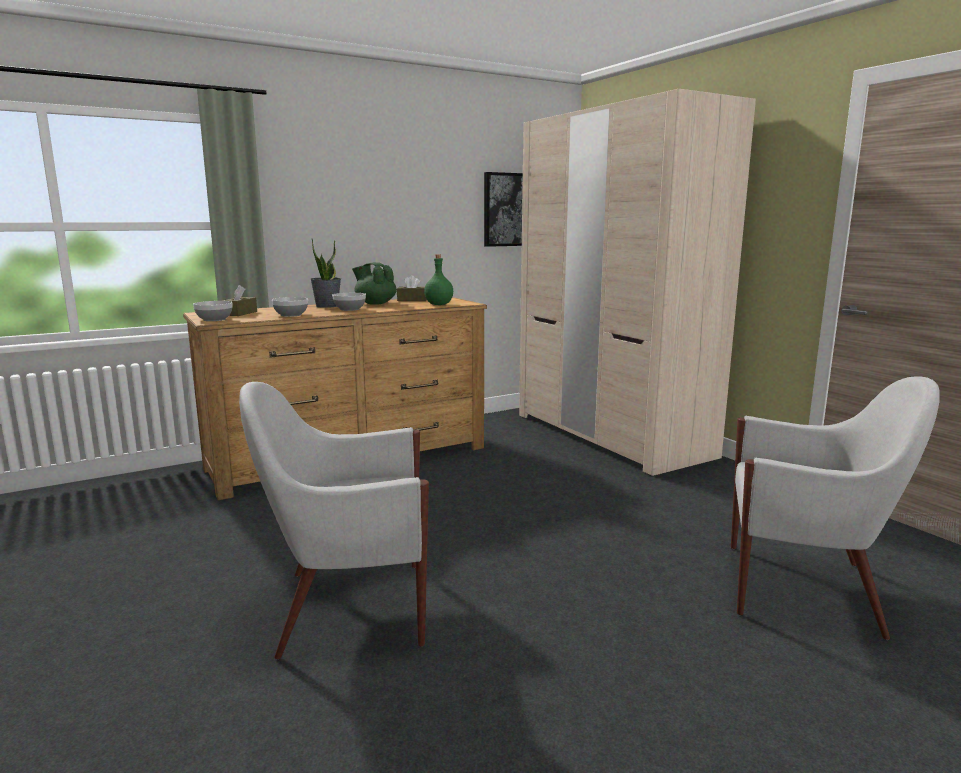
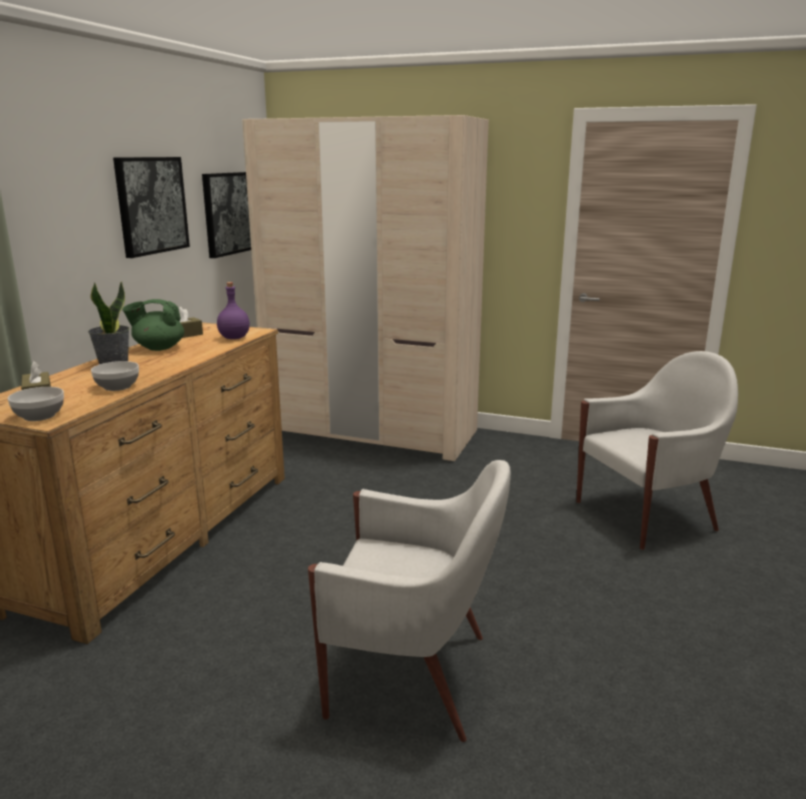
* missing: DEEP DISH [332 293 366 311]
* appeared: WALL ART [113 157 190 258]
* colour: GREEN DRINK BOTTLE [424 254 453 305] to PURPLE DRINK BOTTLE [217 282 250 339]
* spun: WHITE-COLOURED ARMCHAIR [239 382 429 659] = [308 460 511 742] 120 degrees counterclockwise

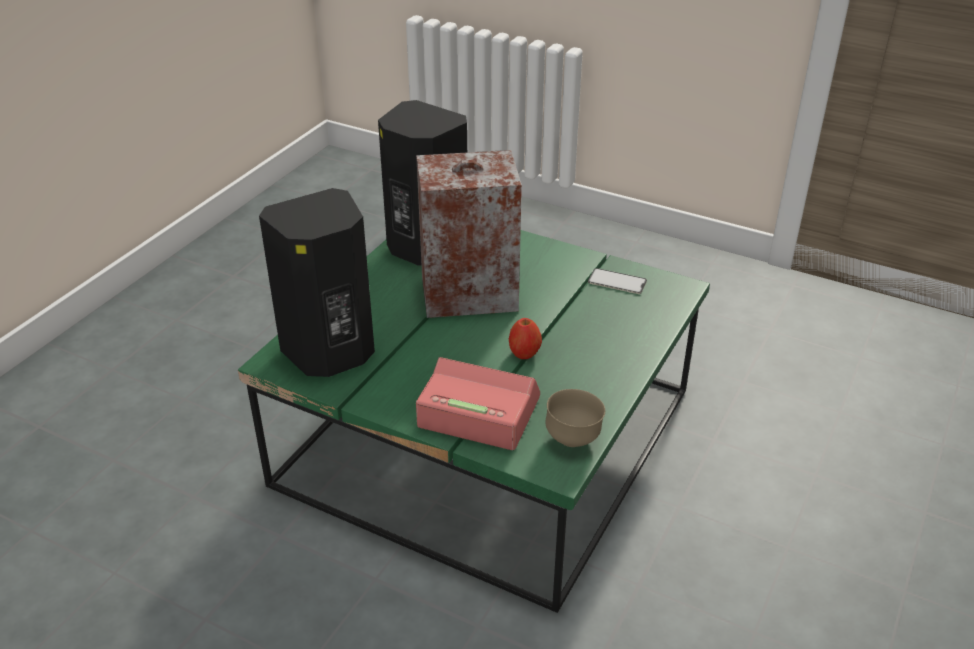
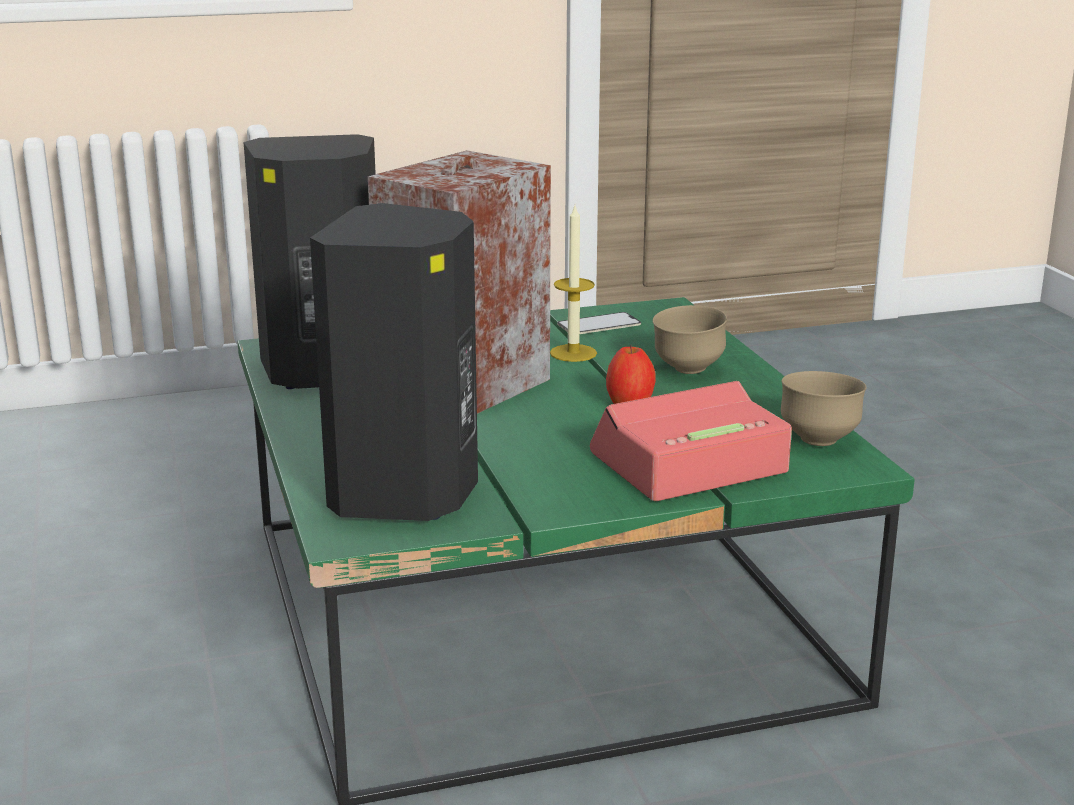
* appeared: CANDLE [550 206 597 362]
* appeared: BROWNISH DEEP DISH [653 305 727 374]

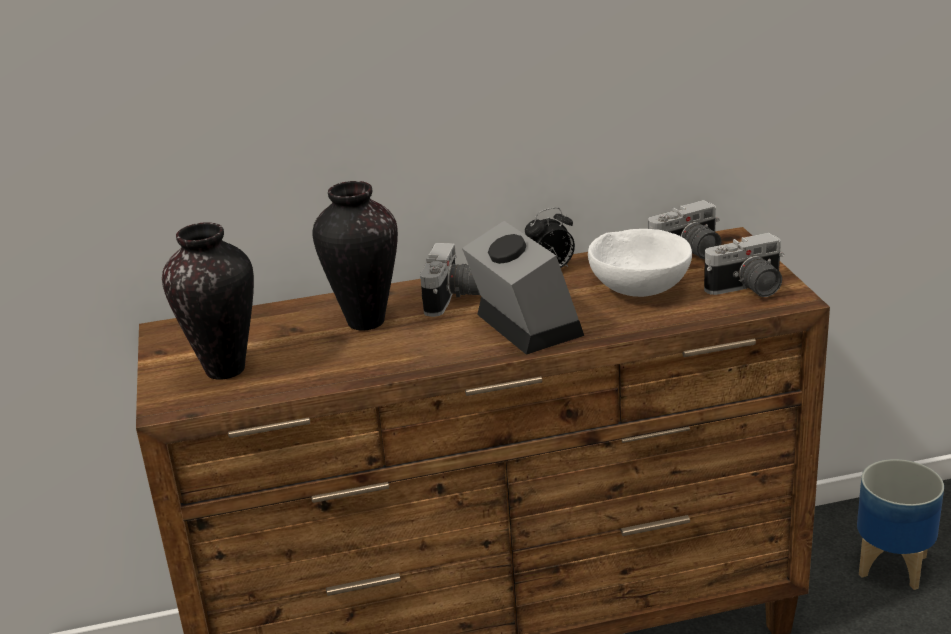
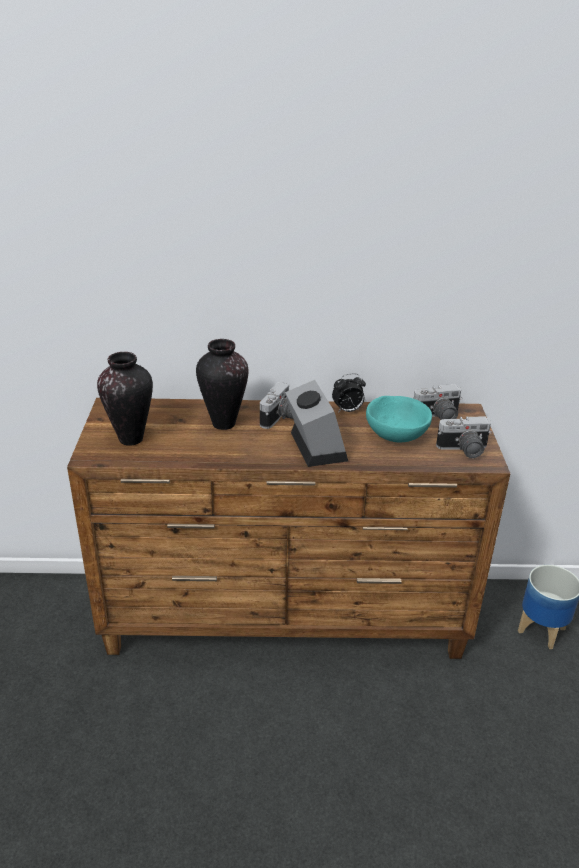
* colour: WHITE-COLOURED DEEP DISH [588 229 692 297] to TURQUOISE DEEP DISH [366 396 432 442]

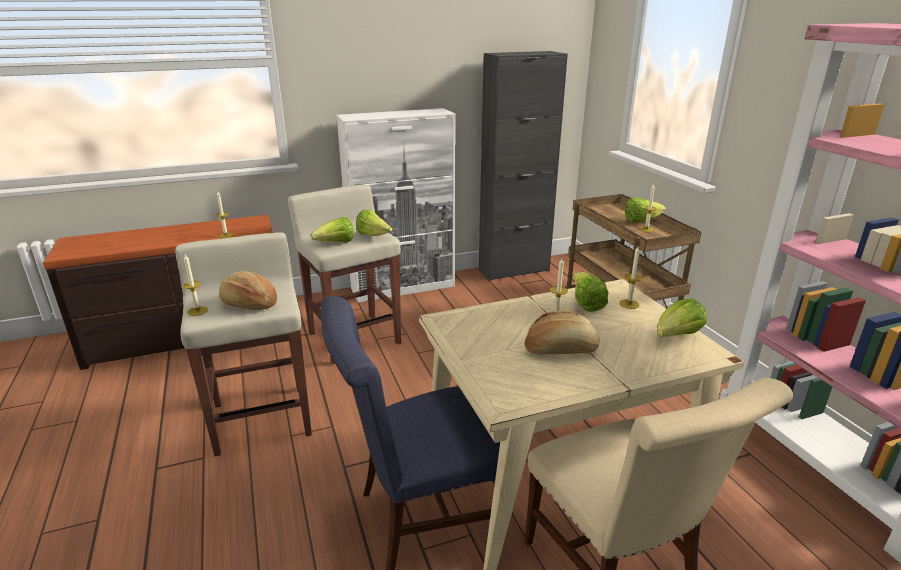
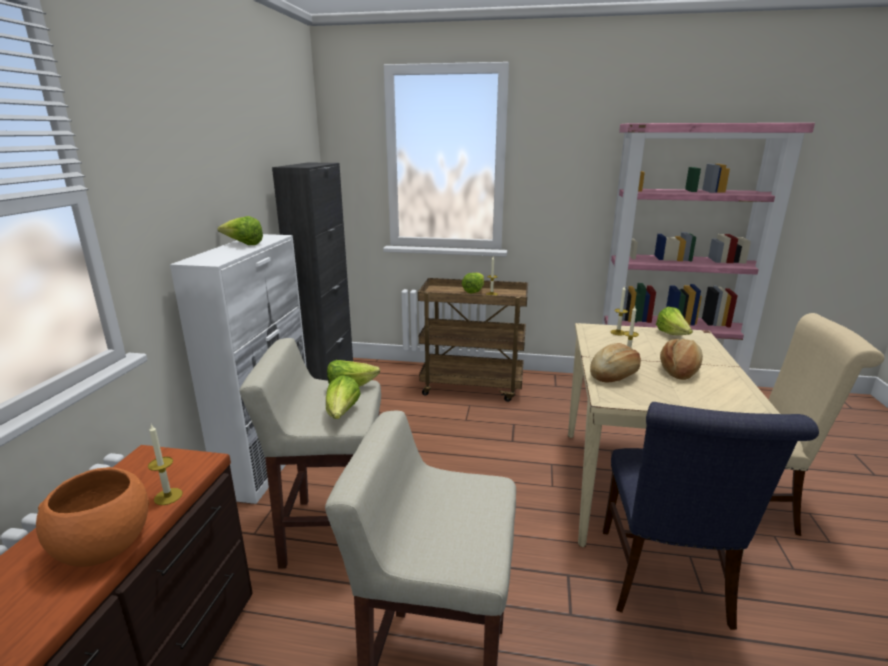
* missing: CANDLE [183 254 208 316]
* appeared: ORANGE DEEP DISH [36 467 149 567]
* relocated: BAKERY BREAD [219 271 277 310] to [590 343 641 383]
* relocated: LETTUCE [573 272 608 312] to [217 216 263 245]

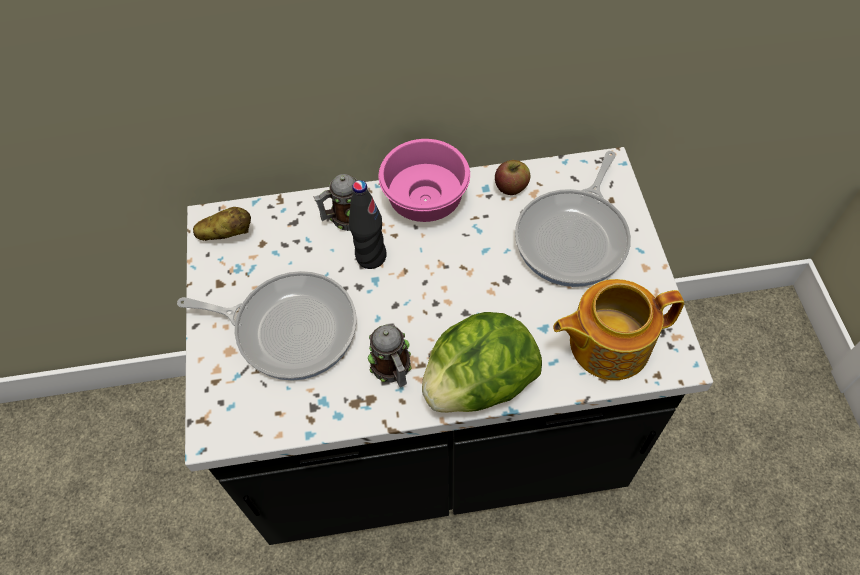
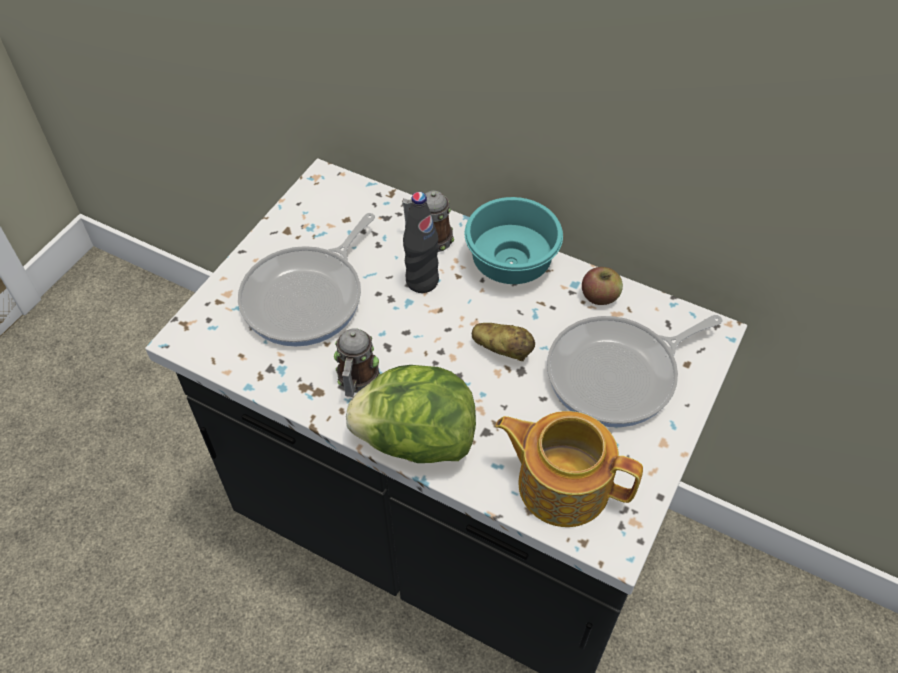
* relocated: WHOLE POTATO [193 207 251 241] to [472 323 535 361]
* colour: PINK DEEP DISH [379 139 470 222] to TURQUOISE DEEP DISH [465 197 563 284]
* spun: FRYING PAN [177 271 357 381] = [238 213 375 347] 75 degrees clockwise

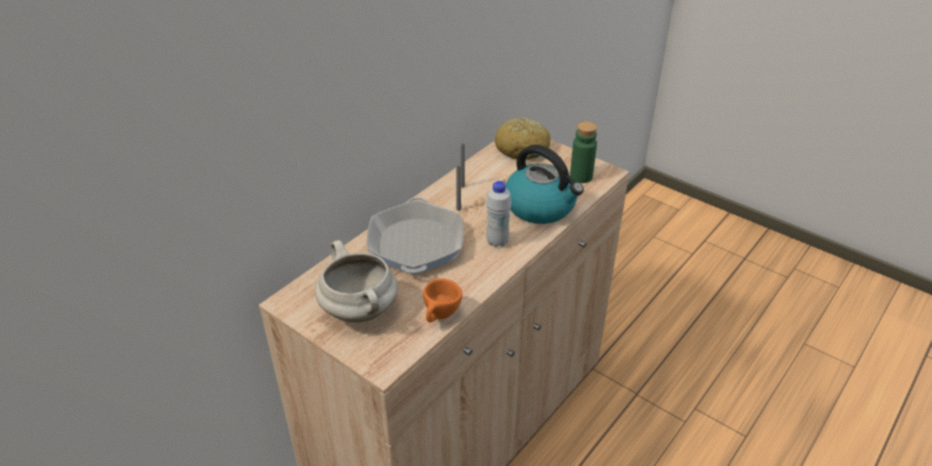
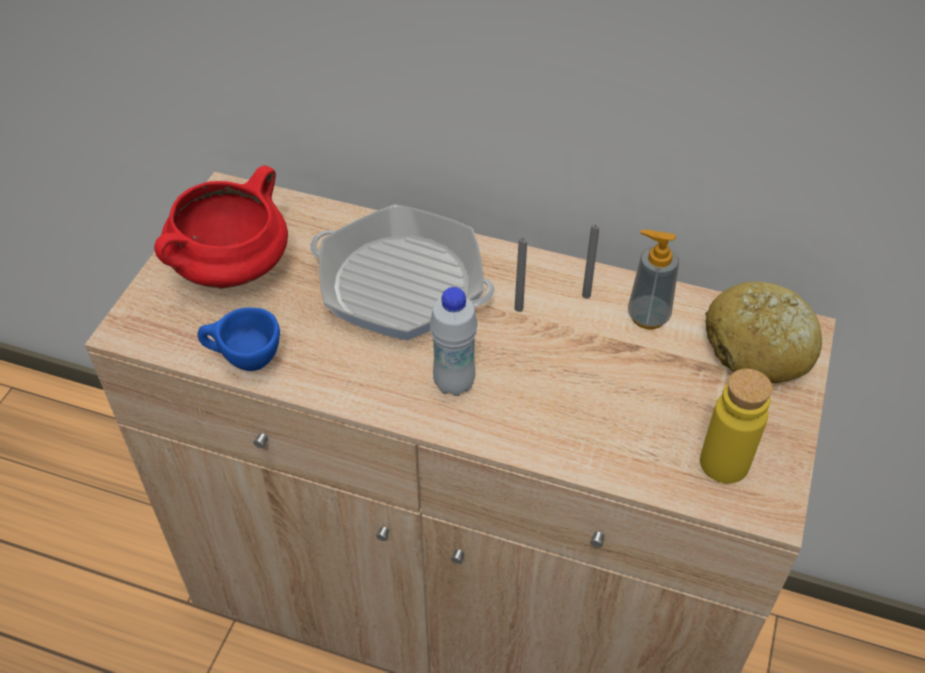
* missing: WATER KETTLE [505 145 584 224]
* appeared: SOAP BOTTLE [628 230 679 329]
* colour: WHITE-COLOURED SAUCEPOT [315 240 398 323] to RED SAUCEPOT [154 165 288 289]
* colour: ORANGE CUP [423 278 462 323] to BLUE-COLOURED CUP [198 307 280 371]
* colour: GREEN DRINK BOTTLE [570 121 597 183] to YELLOWISH DRINK BOTTLE [700 369 773 484]
* spun: FRYING PAN [367 197 463 275] = [310 204 495 341] 135 degrees counterclockwise

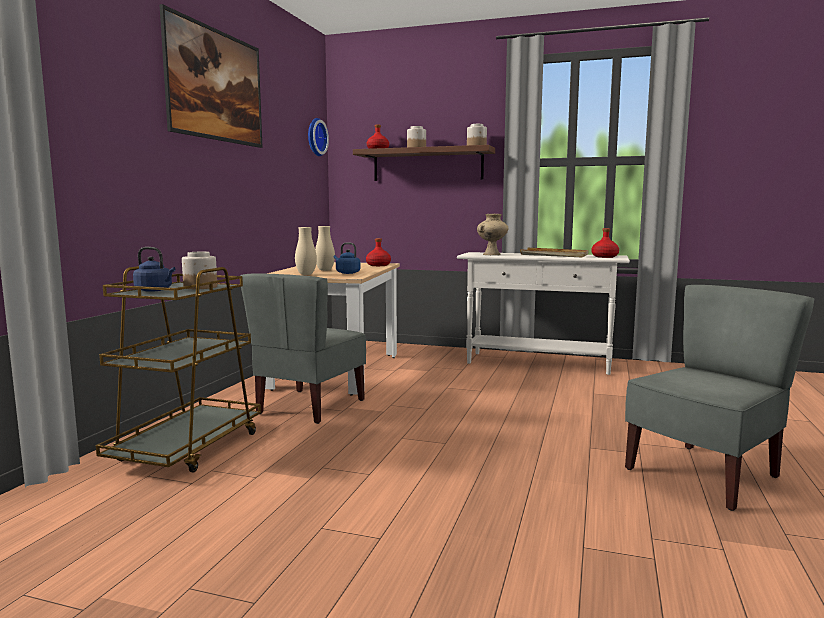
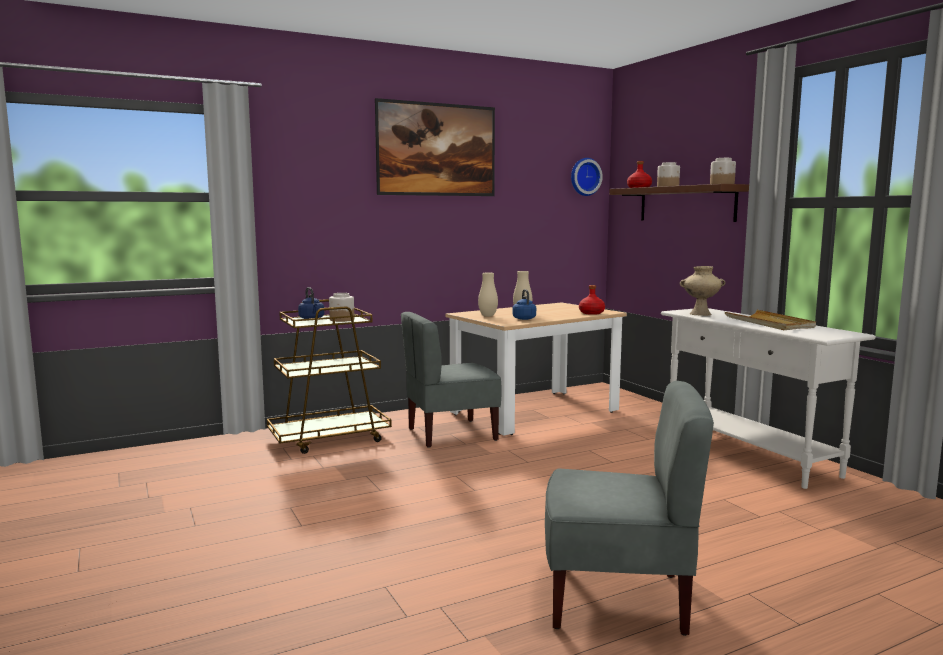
* missing: RED DRINK BOTTLE [592 228 619 258]

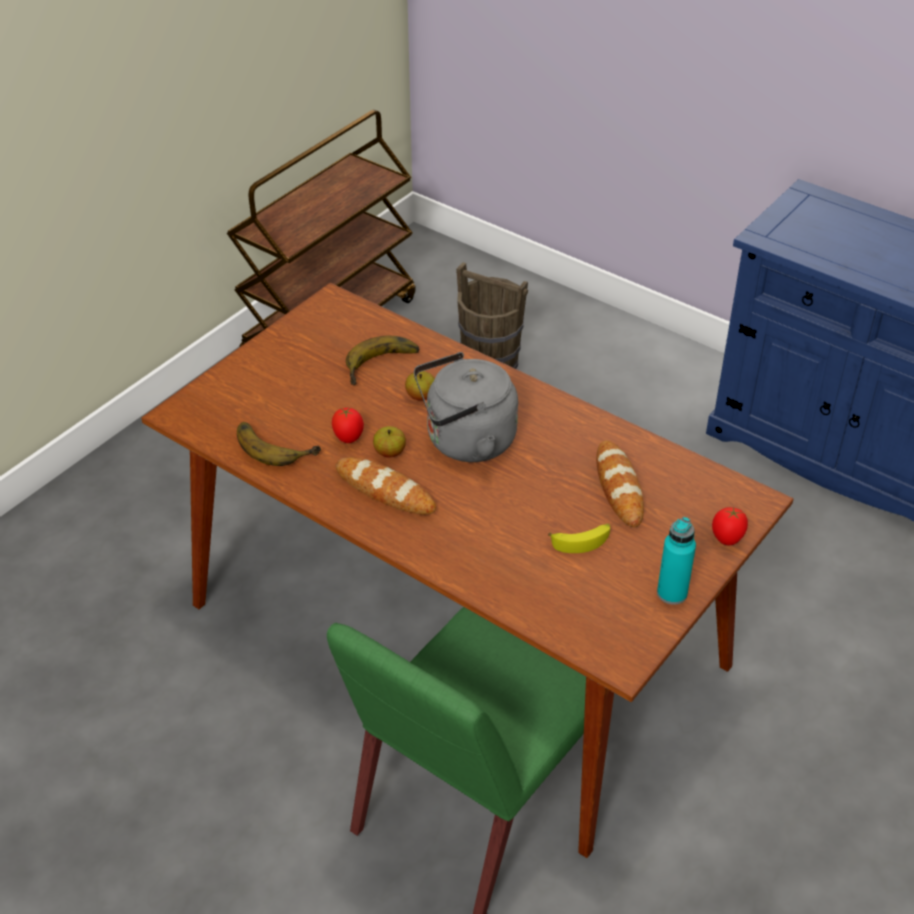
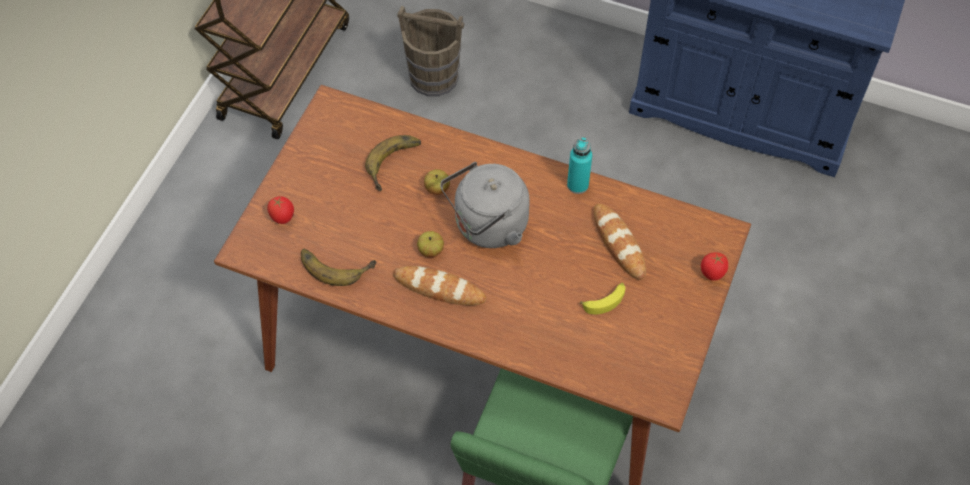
* relocated: TOMATO [332 407 364 443] to [267 196 294 224]
* relocated: TURQUOISE DRINK BOTTLE [657 517 696 605] to [567 137 592 194]

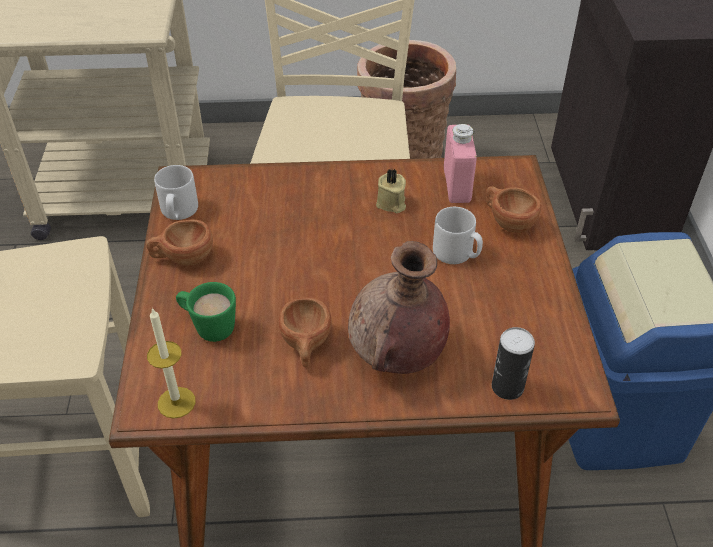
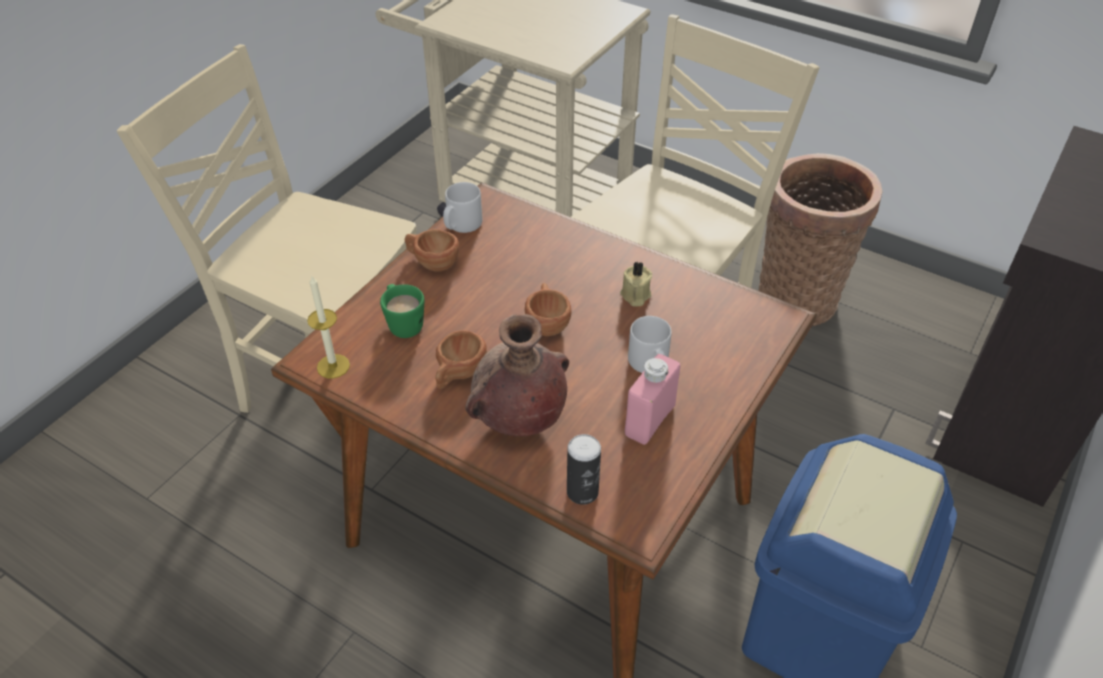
* relocated: PINK DRINK BOTTLE [444 124 477 203] to [625 354 680 445]
* relocated: BROWNISH CUP [486 186 541 233] to [525 283 571 336]

